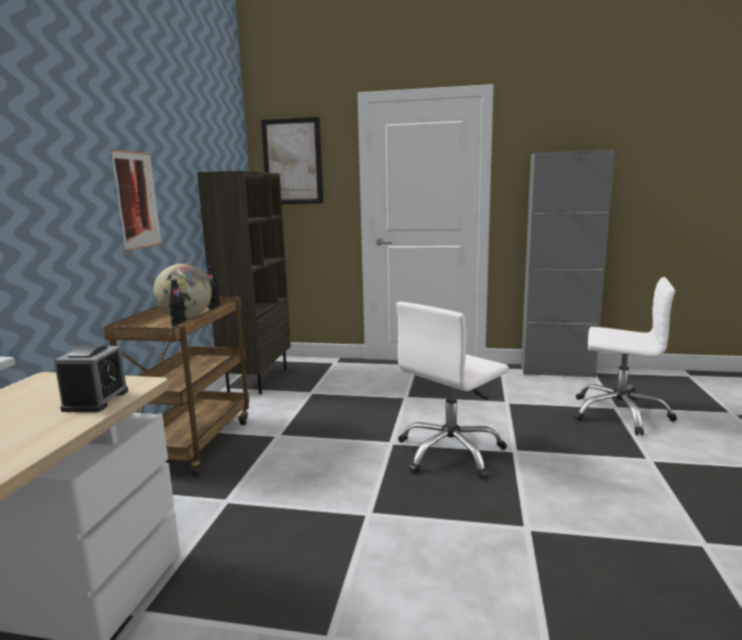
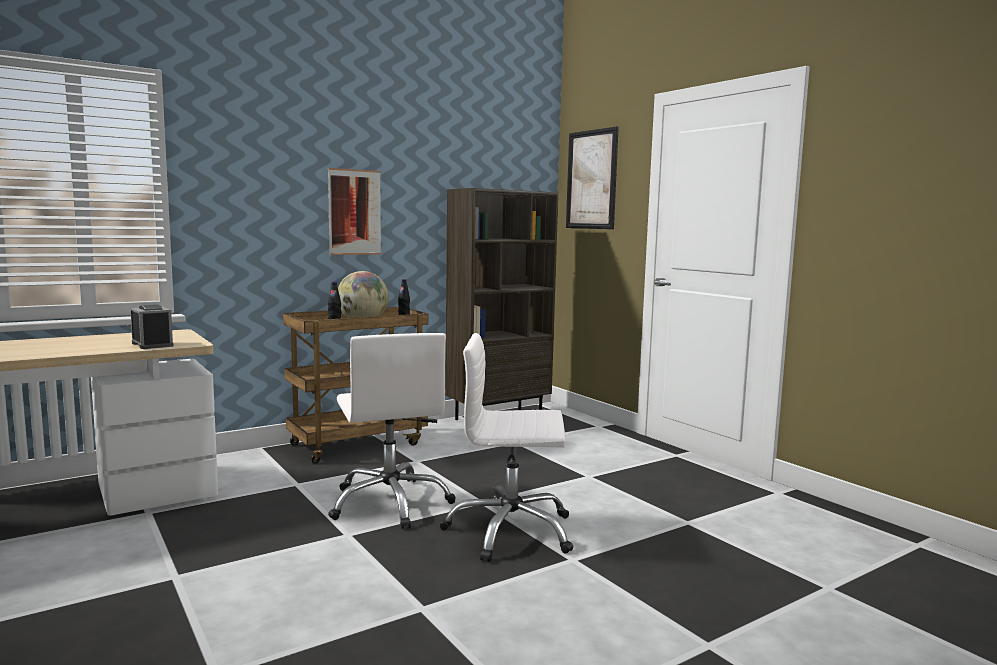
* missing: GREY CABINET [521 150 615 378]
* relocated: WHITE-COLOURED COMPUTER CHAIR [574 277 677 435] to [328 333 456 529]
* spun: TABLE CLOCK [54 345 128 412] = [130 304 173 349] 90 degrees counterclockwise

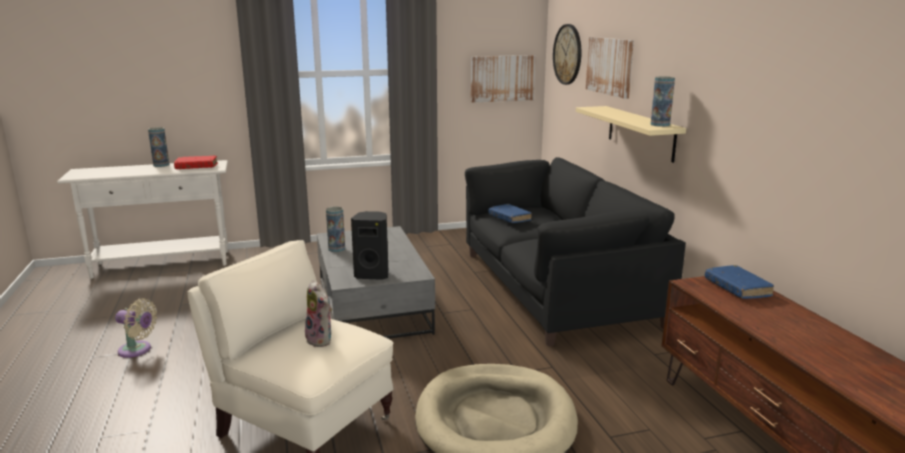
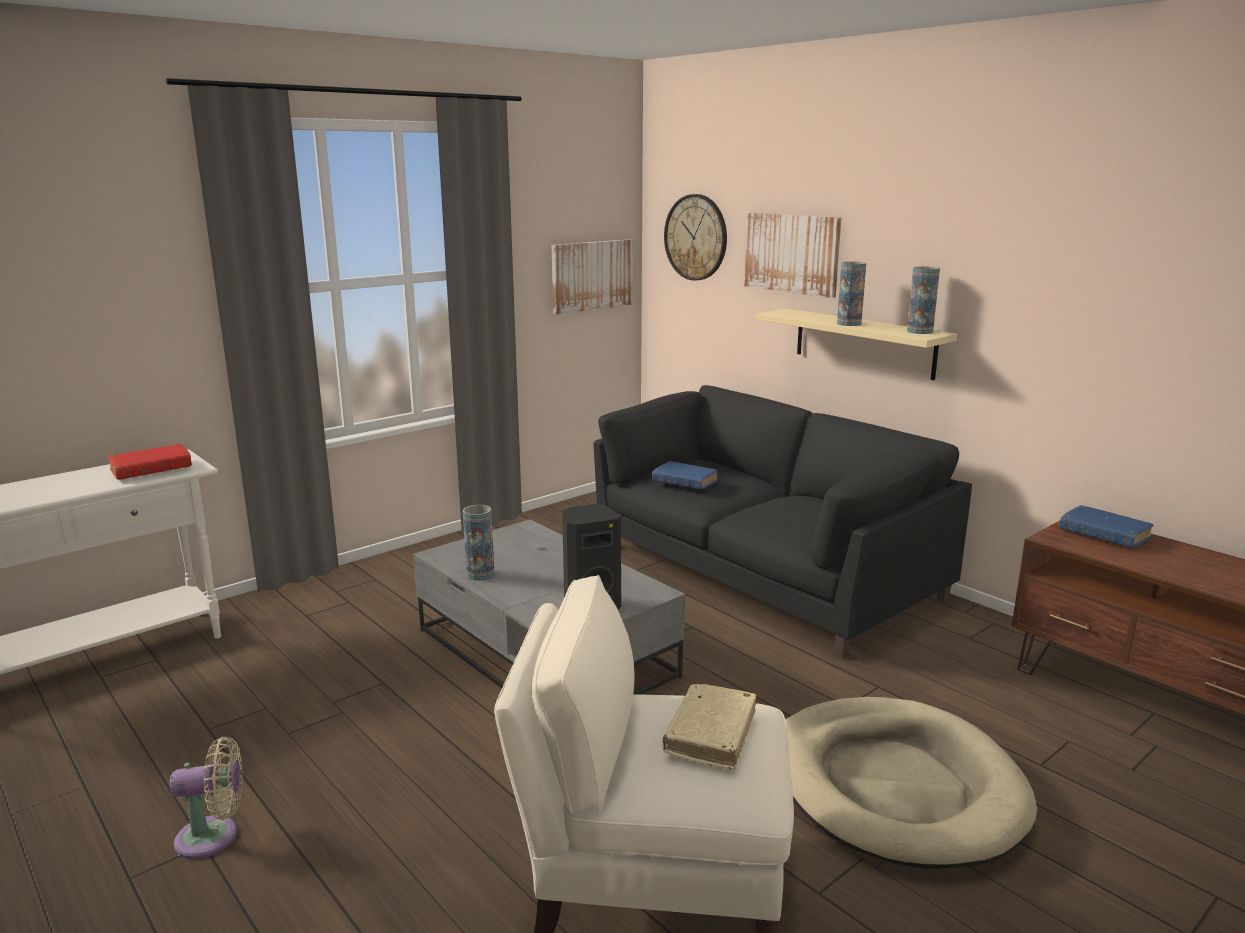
* relocated: VASE [148 127 169 167] to [837 262 866 326]
* exchanged: CUDDLY TOY [305 280 332 347] to SAND-COLOURED VOLUME [663 684 756 770]

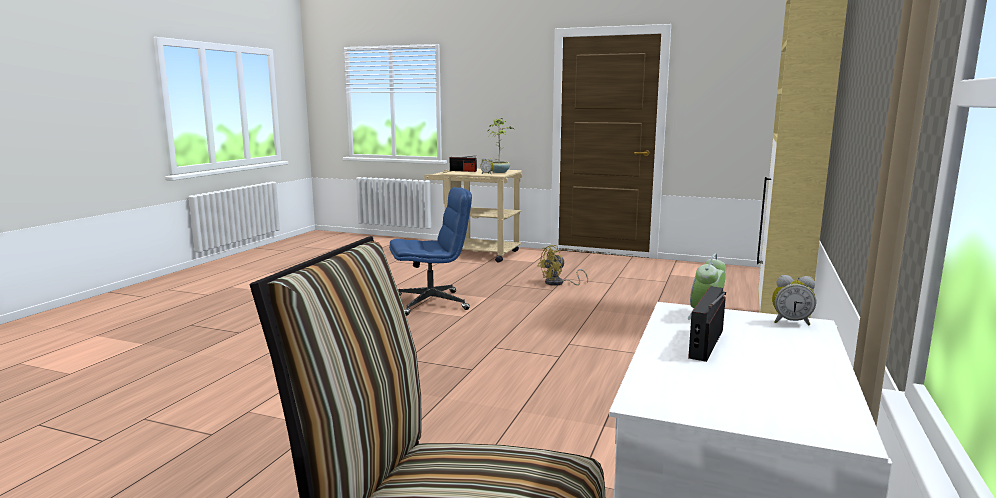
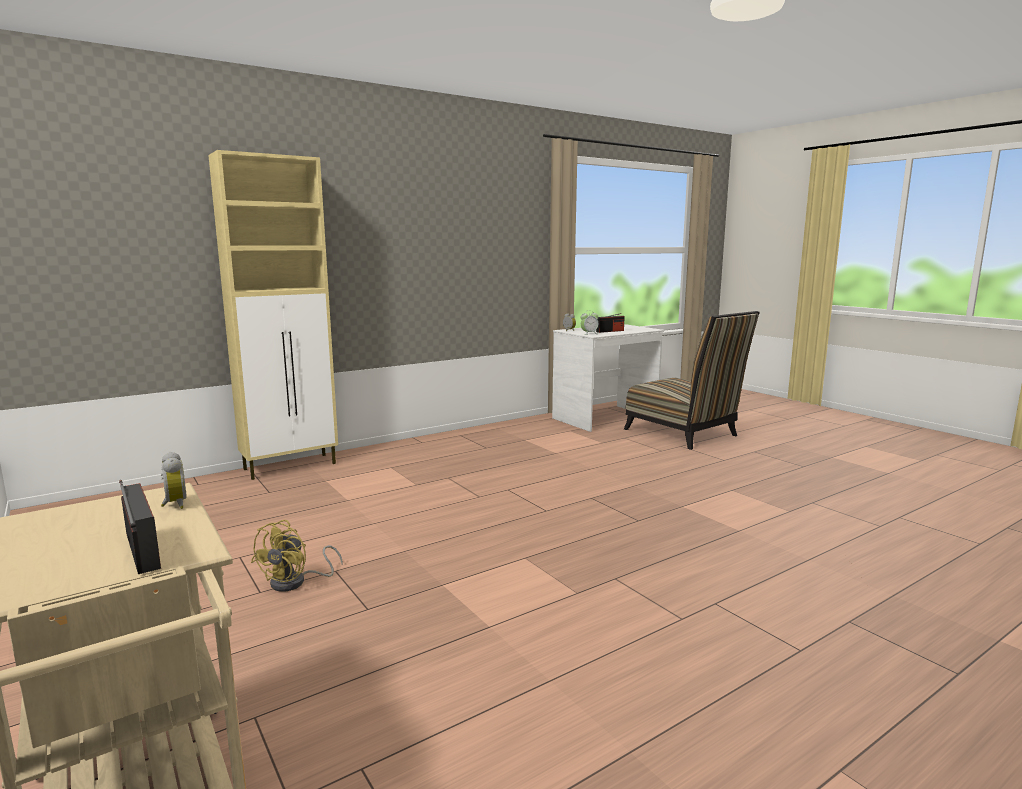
* missing: BLUE-COLOURED COMPUTER CHAIR [389 187 472 316]
* missing: HOUSEPLANT [488 118 514 173]
* spun: YELLOWISH ELECTRIC FAN [538 245 588 286] = [251 520 343 592] 105 degrees clockwise

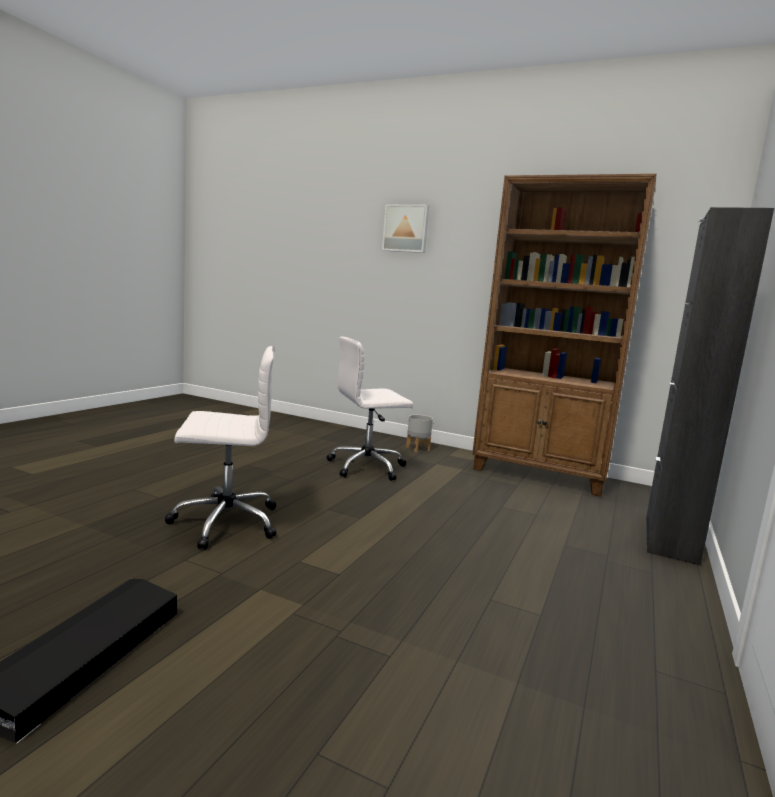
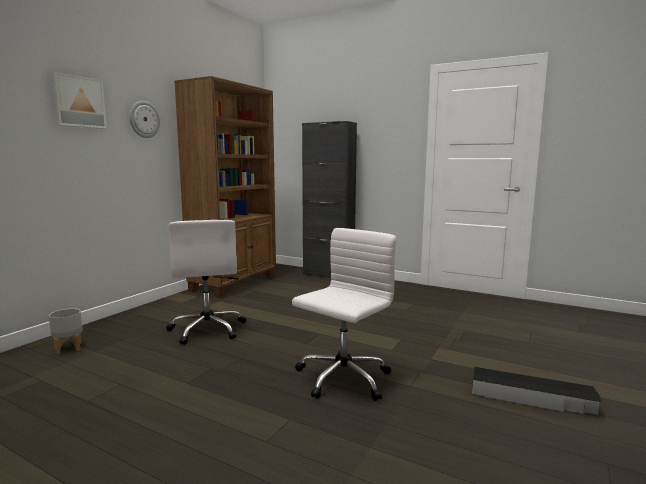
* appeared: WALL CLOCK [129 101 160 138]
* relocated: GREY PLANT POT [406 415 433 452] to [49 308 83 354]
* spun: WHITE-COLOURED COMPUTER CHAIR [165 346 276 550] = [292 228 396 401] 45 degrees clockwise

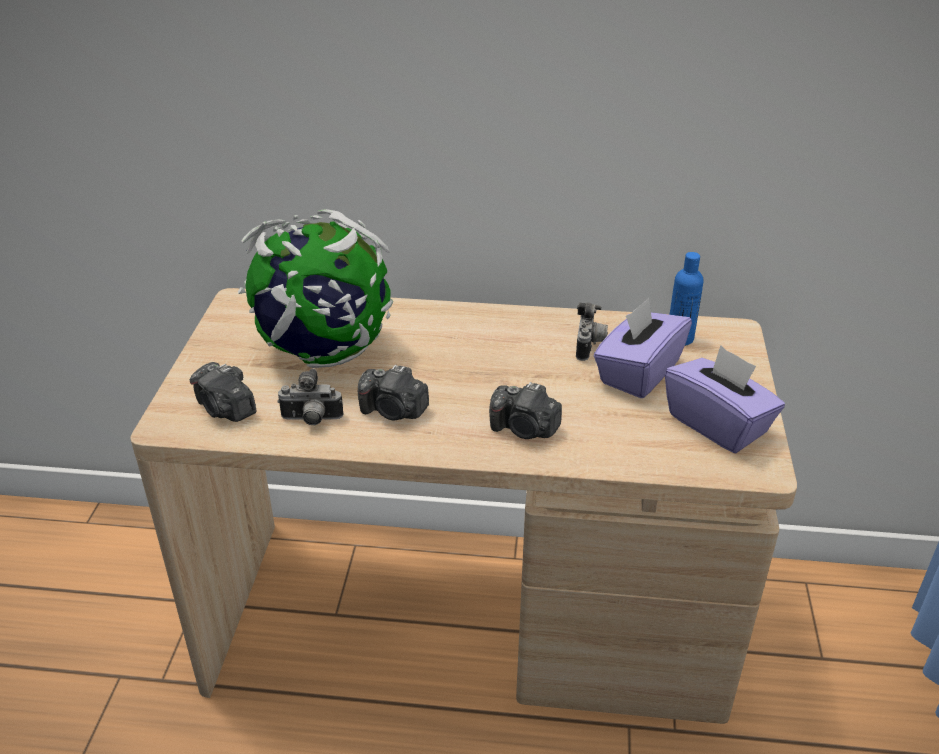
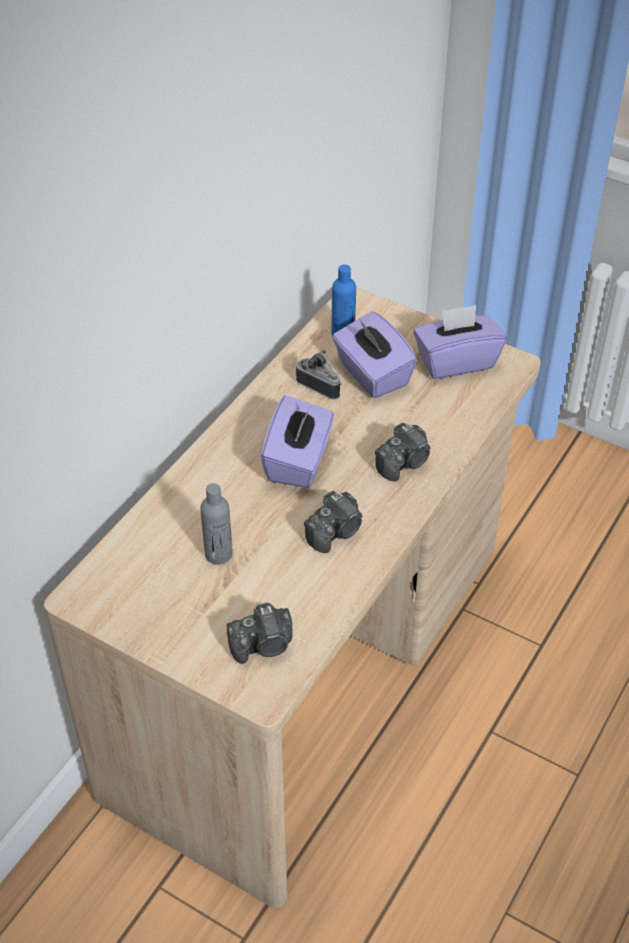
* missing: STILL CAMERA [277 368 343 425]
* appeared: PURPLE BOX OF TISSUES [261 395 334 488]
* exchanged: DESK GLOBE [238 209 393 368] to GREY DRINK BOTTLE [200 483 233 564]

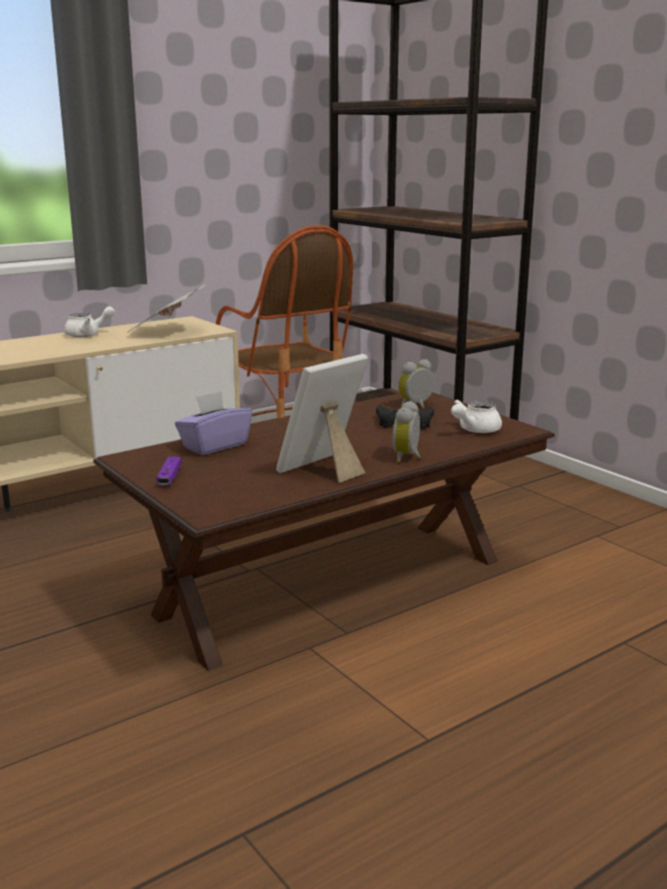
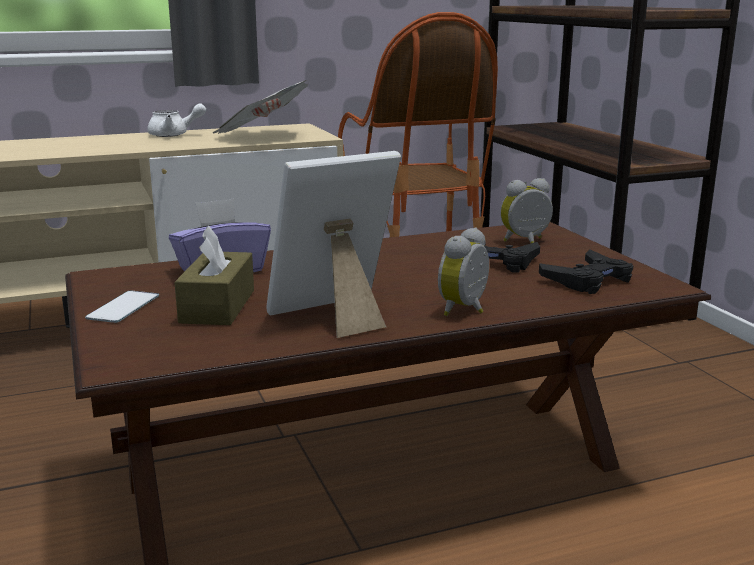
* appeared: BROWNISH BOX OF TISSUES [175 225 254 325]
* exchanged: PURPLE GAMEPAD [156 457 181 485] to PHONE [85 291 159 323]
* exchanged: WHITE-COLOURED TEAPOT [451 400 502 433] to BLACK GAMEPAD [539 249 634 294]

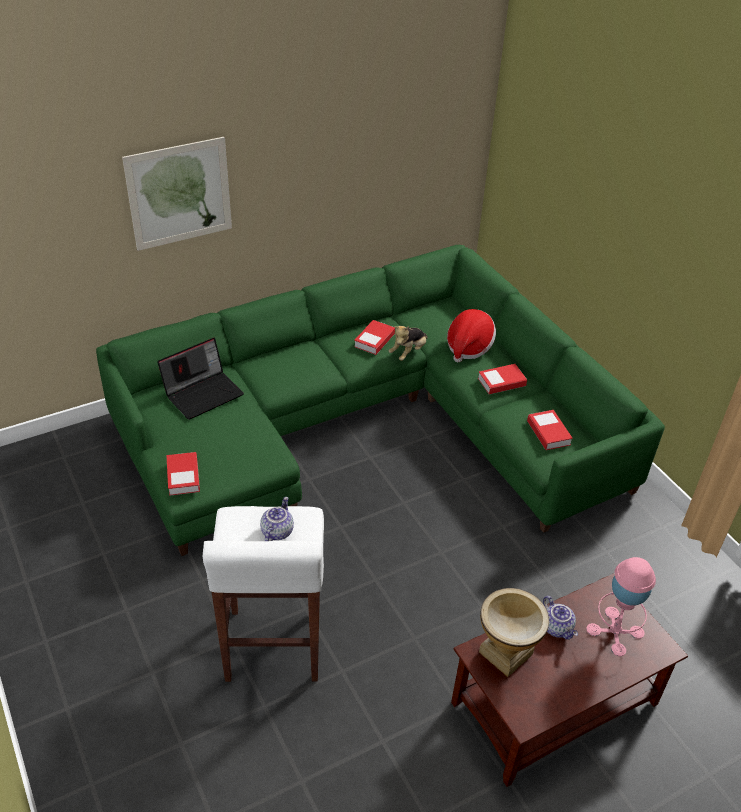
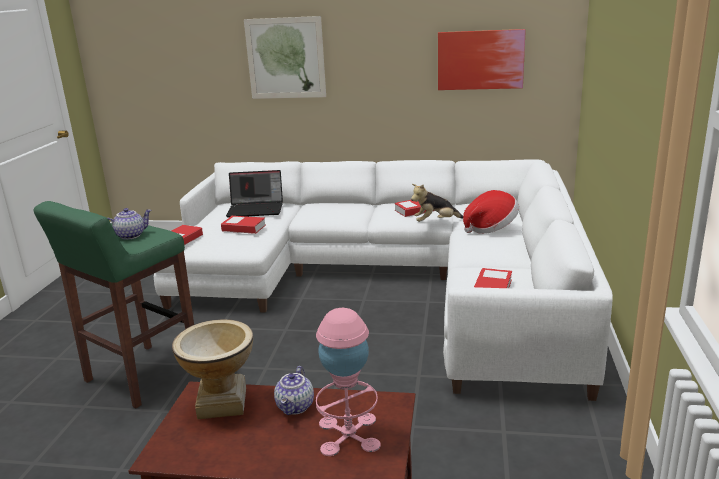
* appeared: WALL ART [438 29 526 90]
* relocated: VOLUME [478 364 527 394] to [221 216 266 234]
* colour: GREEN SOFA [96 245 665 556] to WHITE-COLOURED SOFA [154 159 613 401]
* colour: WHITE-COLOURED STOOL [203 506 324 682] to GREEN STOOL [34 201 194 408]

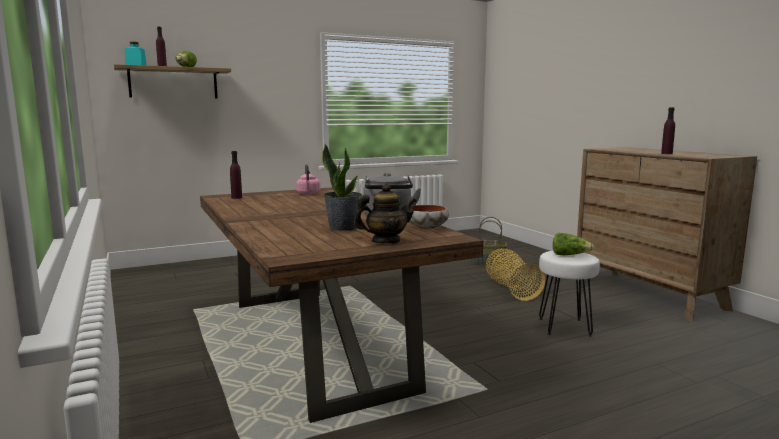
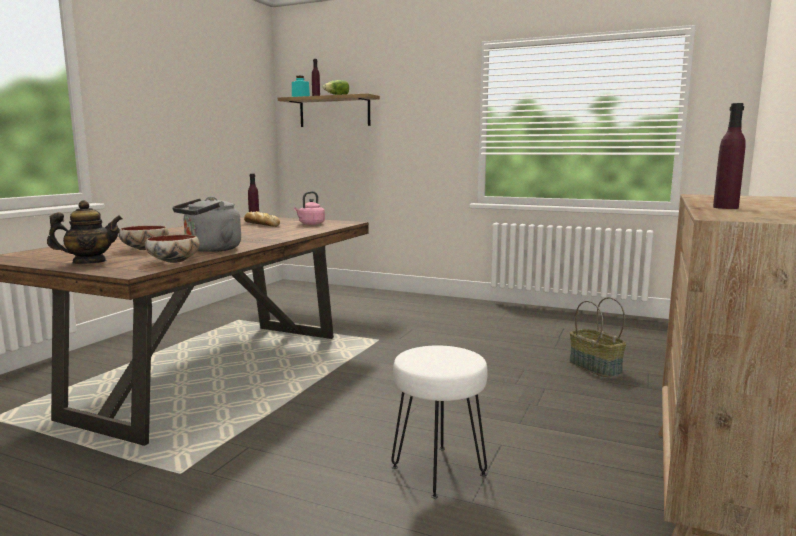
* missing: HOUSEHOLD BASKET [486 248 545 301]
* missing: LETTUCE [553 233 594 255]
* appeared: BAKERY BREAD [244 211 280 227]
* exchanged: HOUSEPLANT [322 144 362 231] to DEEP DISH [119 226 169 250]
* spun: TEAPOT [354 183 417 244] = [47 200 123 264] 60 degrees counterclockwise

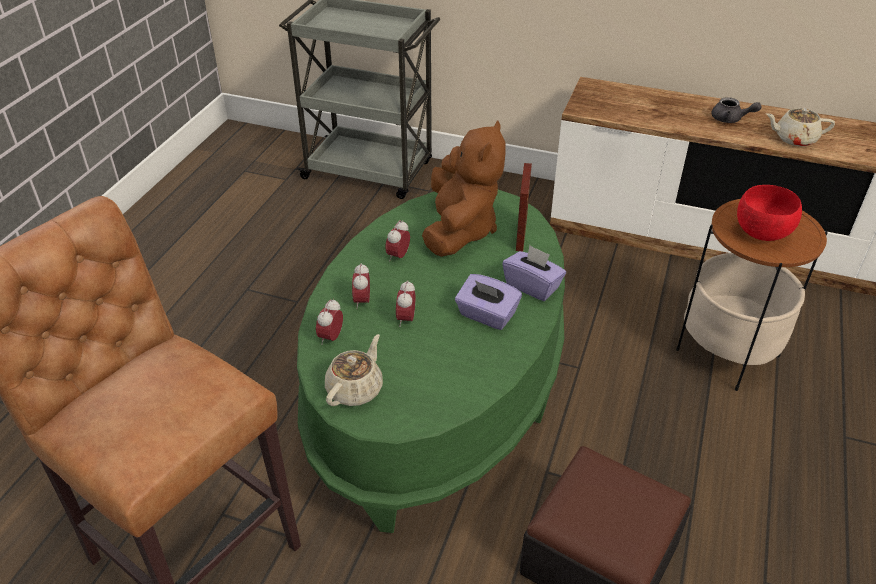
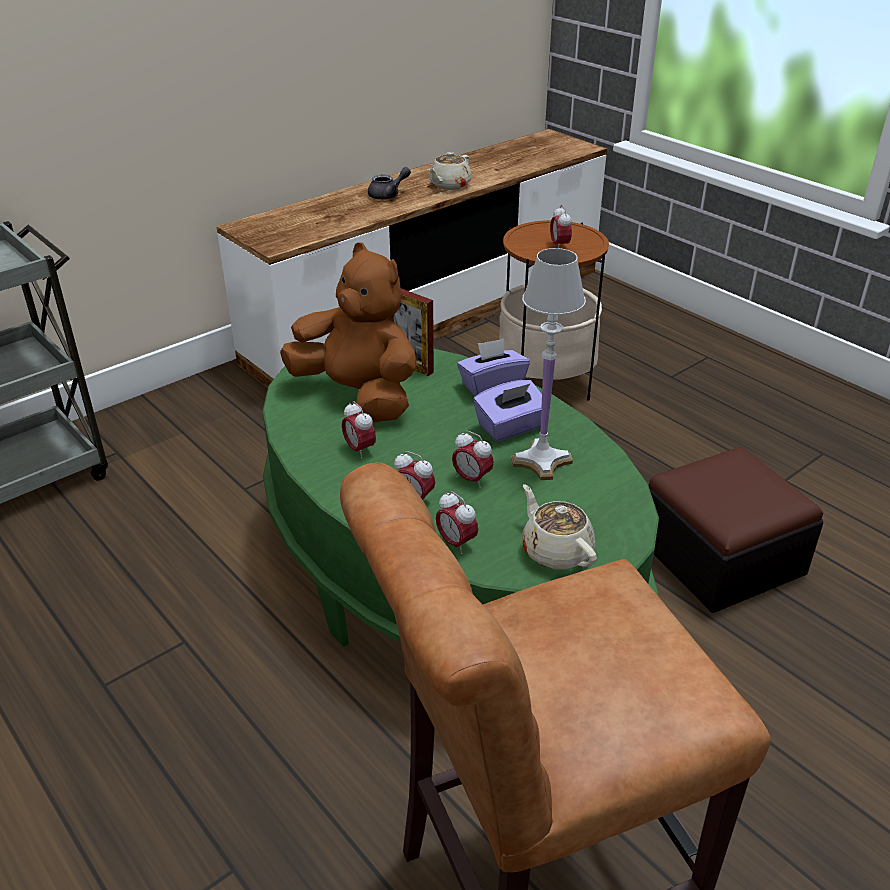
* appeared: WHITE-COLOURED TABLE LAMP [511 248 586 480]
* exchanged: RED DEEP DISH [737 185 802 241] to TABLE CLOCK [550 205 572 248]

